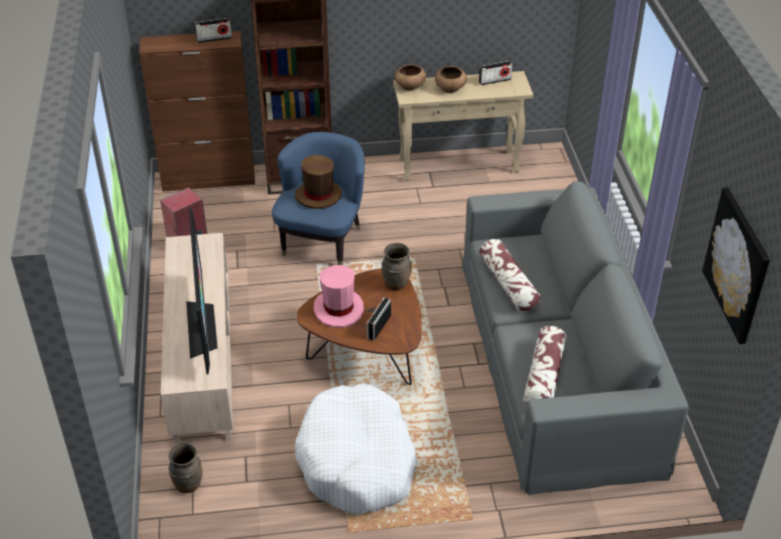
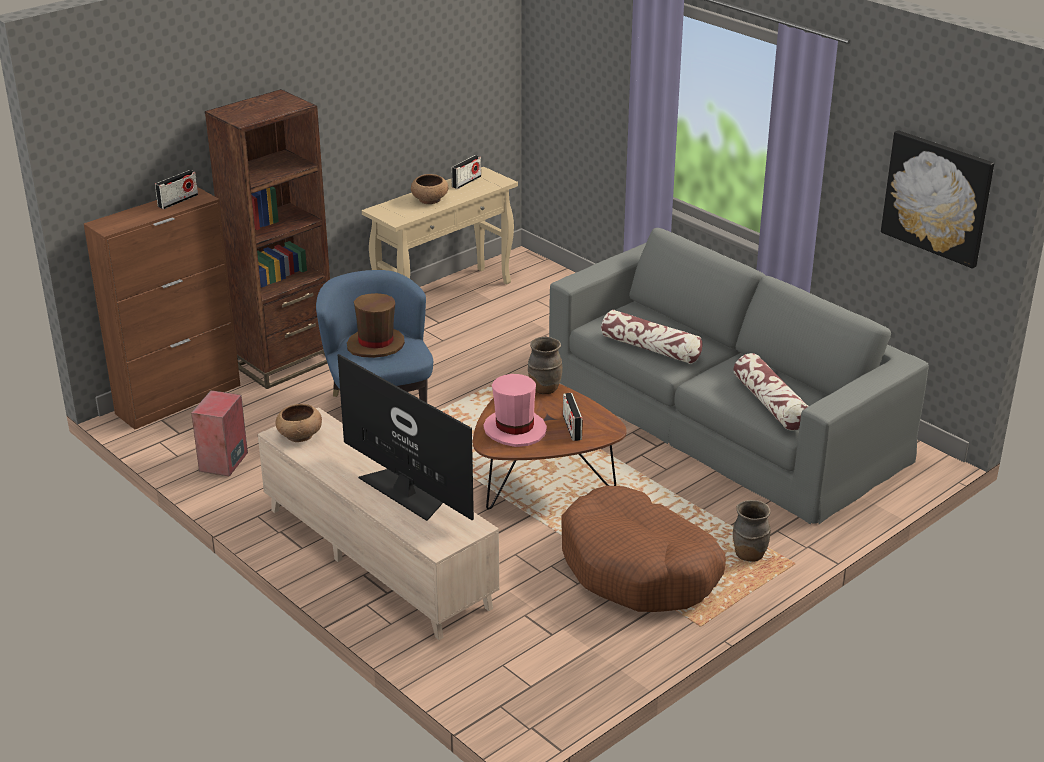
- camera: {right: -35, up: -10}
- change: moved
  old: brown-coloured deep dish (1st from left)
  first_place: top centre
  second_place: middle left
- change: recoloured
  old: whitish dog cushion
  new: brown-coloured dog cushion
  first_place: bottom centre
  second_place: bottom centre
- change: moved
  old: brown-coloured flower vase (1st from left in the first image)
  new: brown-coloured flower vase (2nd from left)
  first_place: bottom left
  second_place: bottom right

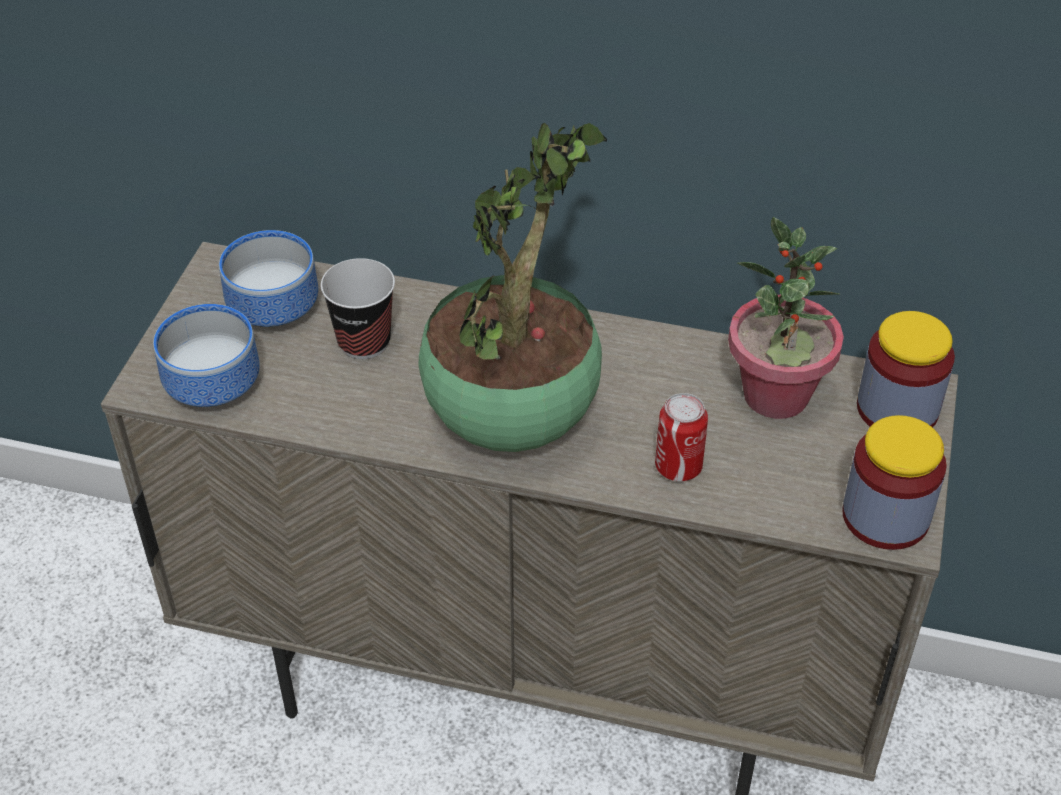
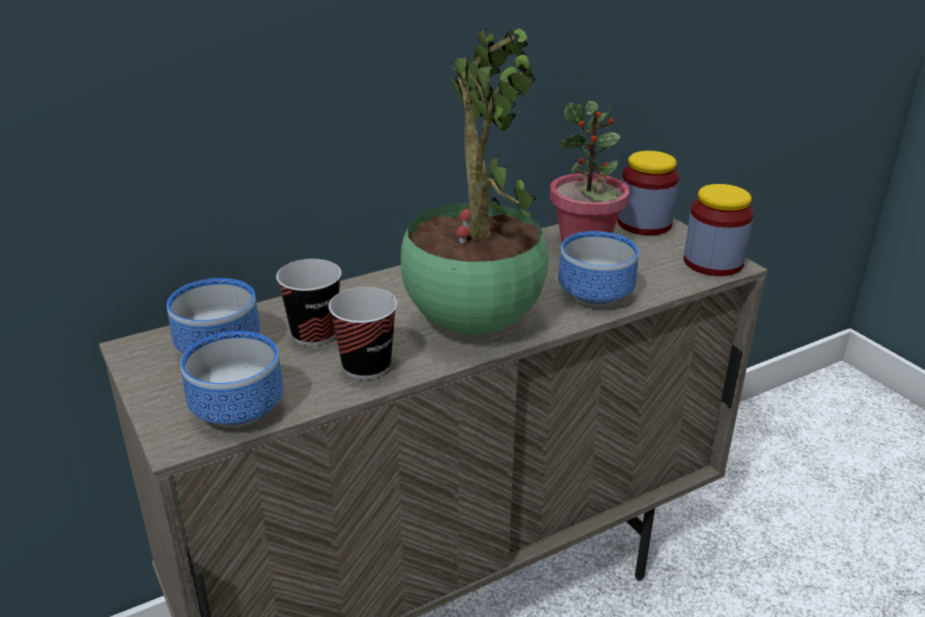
- camera: {right: -45, up: -15}
- change: added
  new: cup (2nd from left)
  second_place: centre
- change: replaced
  old: can
  new: deep dish (3rd from left)
  first_place: centre
  second_place: centre

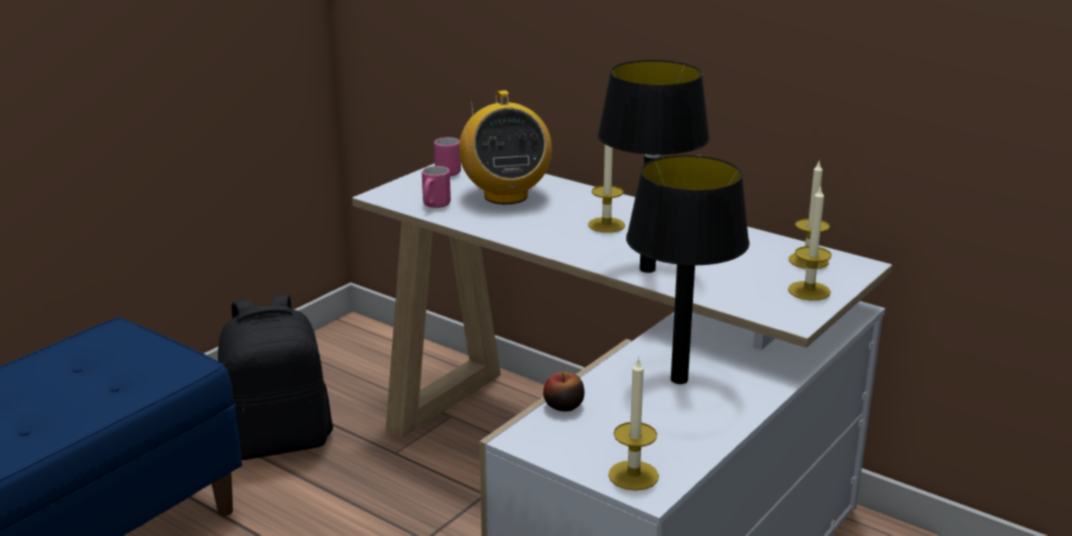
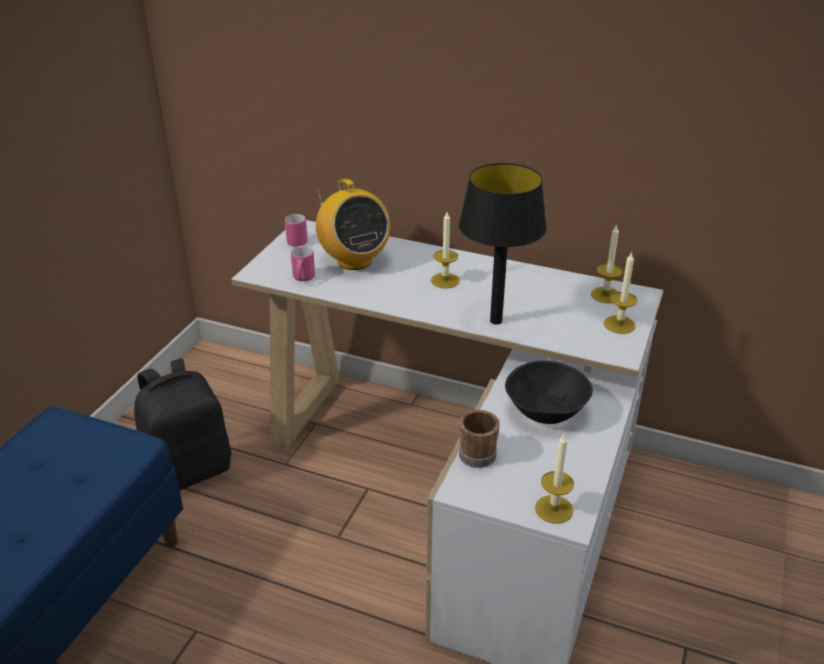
- camera: {right: -15, up: 10}
- change: replaced
  old: apple fruit
  new: brown-coloured tea mug
  first_place: bottom centre
  second_place: centre
- change: replaced
  old: blackish table lamp (2nd from left)
  new: blackish deep dish
  first_place: centre
  second_place: centre

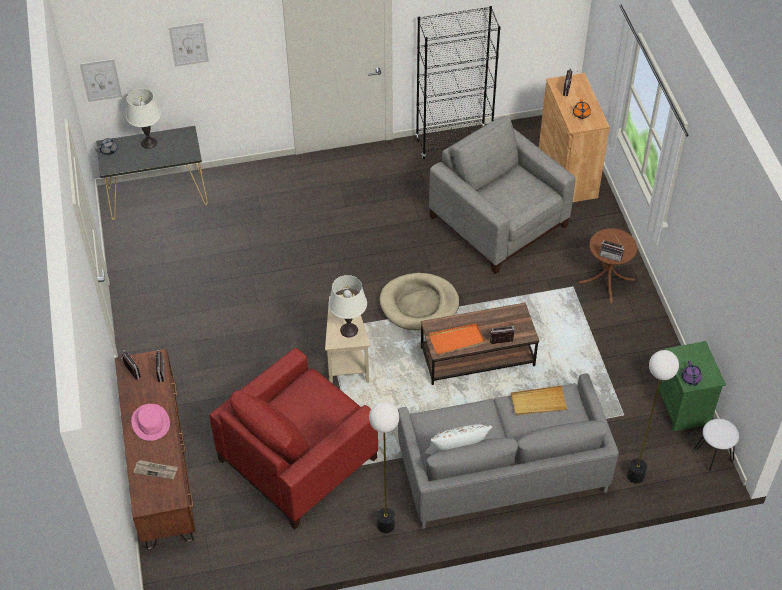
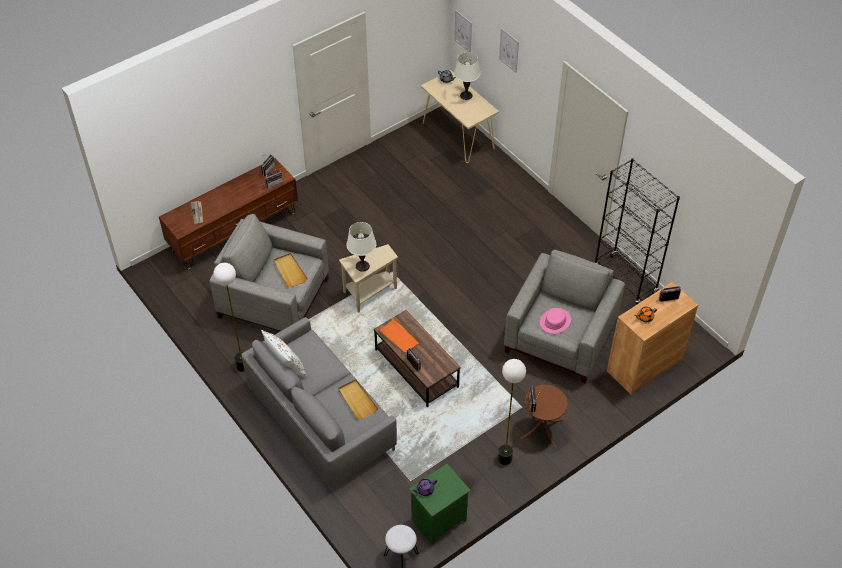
- camera: {right: 65, up: 0}
- change: recoloured
  old: red armchair
  new: gray armchair (1st from left)
  first_place: bottom centre
  second_place: middle left
- change: added
  new: sand-coloured serving tray (1st from left)
  second_place: centre
- change: recoloured
  old: blackish hall table
  new: sand-coloured hall table
  first_place: top left
  second_place: top centre
- change: moved
  old: standard lamp (2nd from left)
  first_place: bottom right
  second_place: bottom centre
- change: moved
  old: pink-coloured clothing hat
  first_place: bottom left
  second_place: centre
- change: removed
  old: sand-coloured dog cushion
  first_place: centre

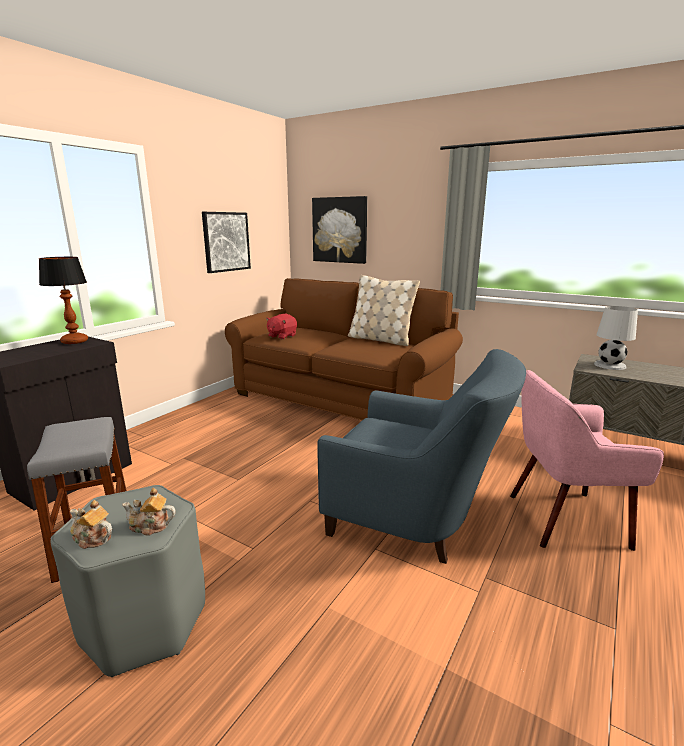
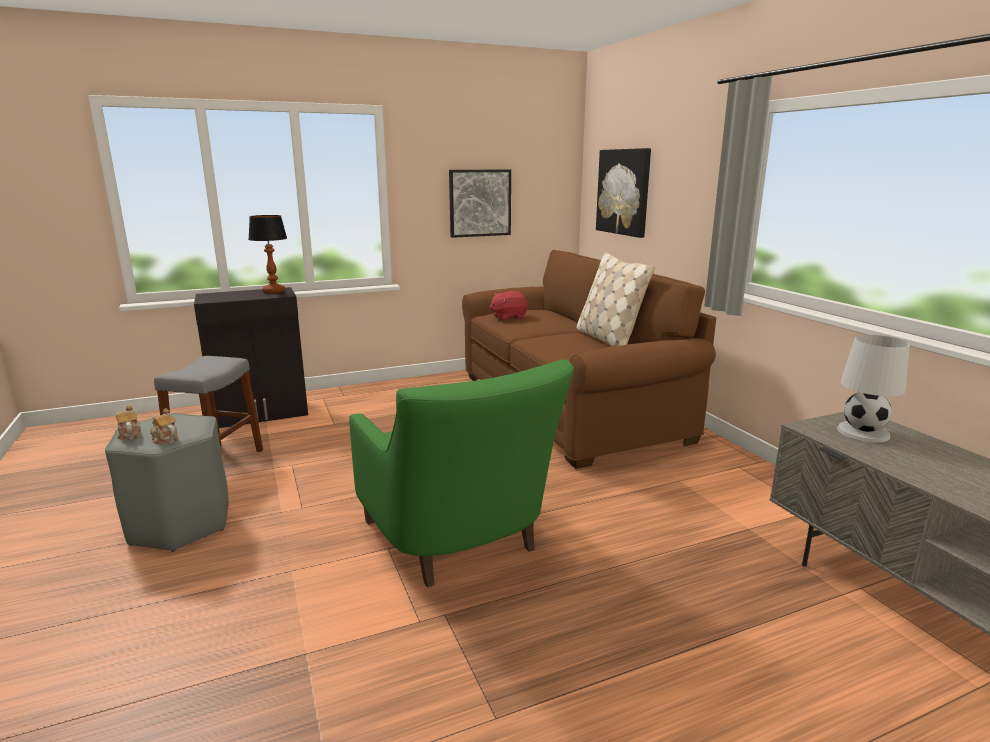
- camera: {right: 35, up: 0}
- change: recoloured
  old: blue armchair
  new: green armchair
  first_place: centre
  second_place: centre
- change: removed
  old: pink-coloured armchair
  first_place: middle right

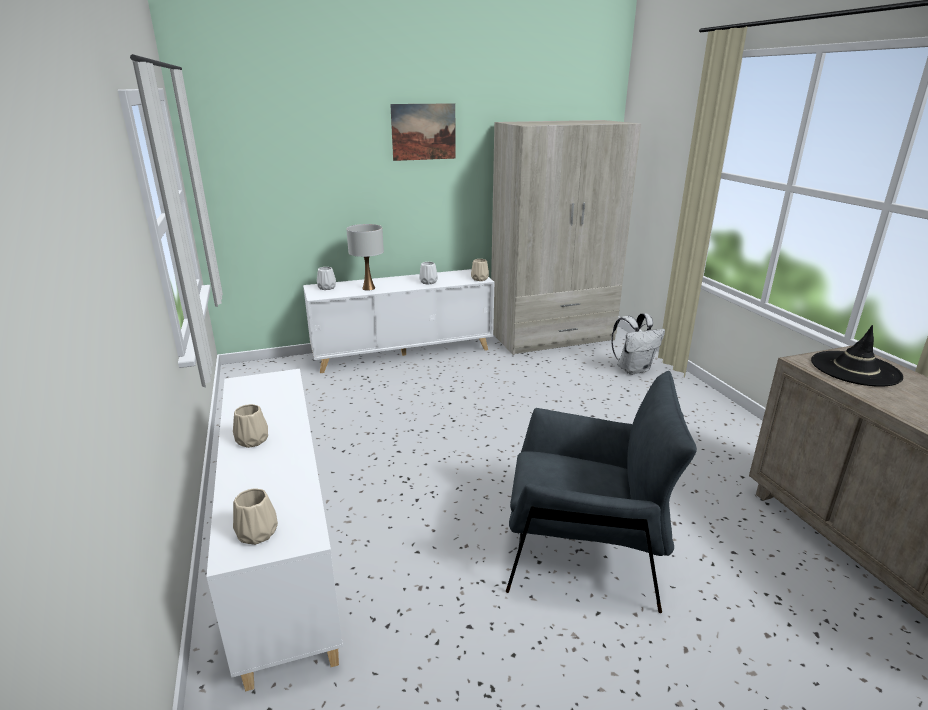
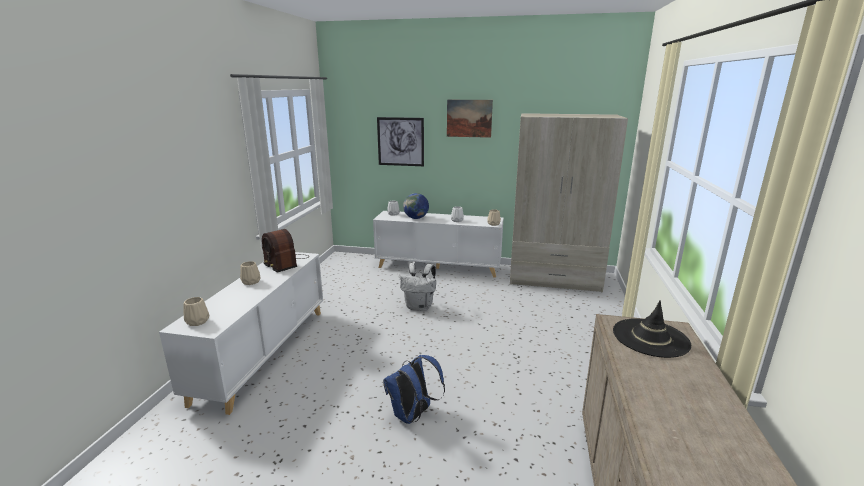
- camera: {right: 30, up: -5}
- change: added
  new: radio receiver
  second_place: middle left
- change: added
  new: wall picture (1st from left)
  second_place: top centre
- change: replaced
  old: gray armchair
  new: blue backpack
  first_place: bottom centre
  second_place: bottom centre
- change: moved
  old: whitish backpack
  first_place: middle right
  second_place: centre
- change: replaced
  old: whitish table lamp
  new: globe
  first_place: centre
  second_place: centre

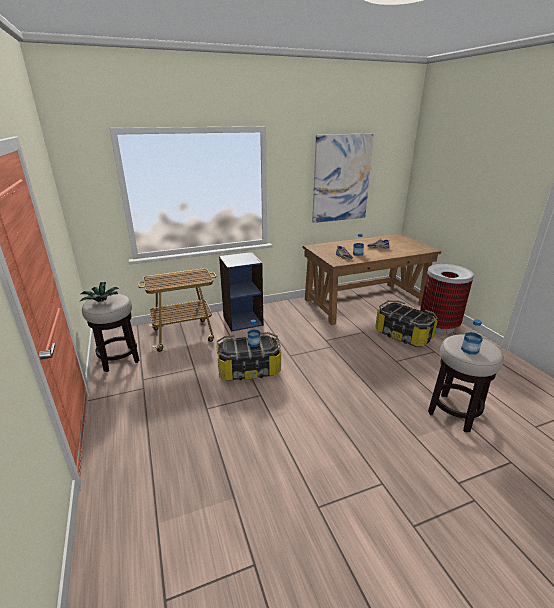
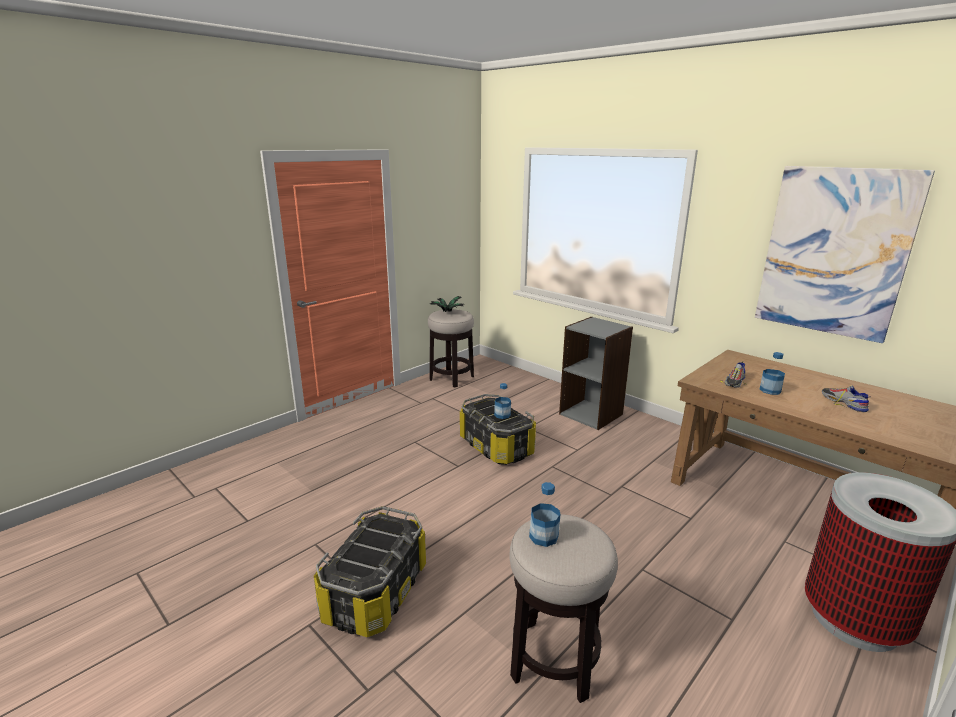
- camera: {right: 65, up: -5}
- change: moved
  old: storage bin (2nd from left in the first image)
  new: storage bin (1st from left)
  first_place: middle right
  second_place: bottom centre
- change: recoloured
  old: blue shelving unit
  new: gray shelving unit
  first_place: centre
  second_place: centre
- change: removed
  old: trolley
  first_place: middle left

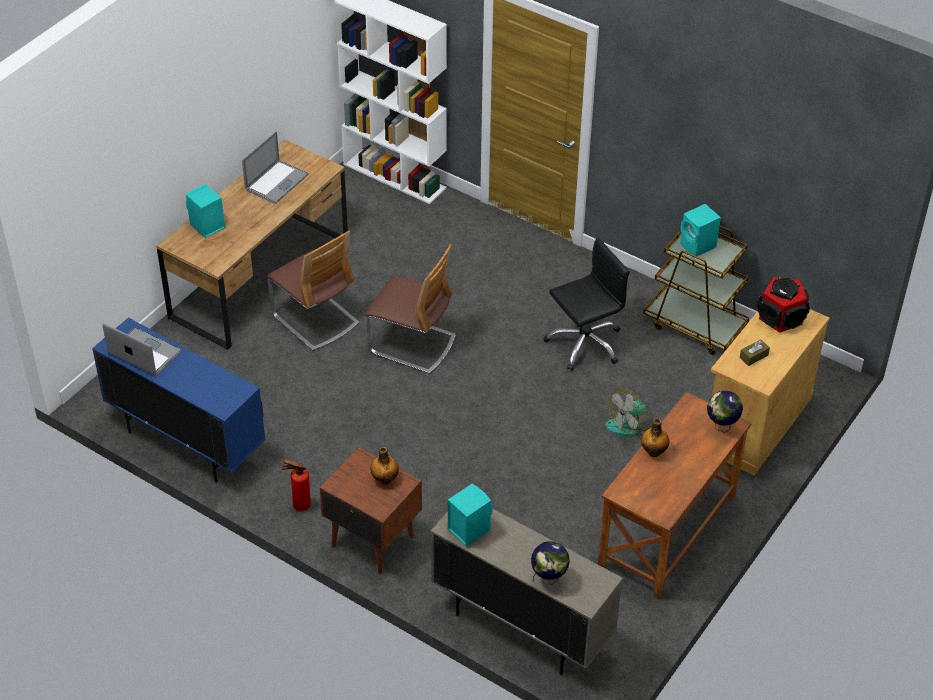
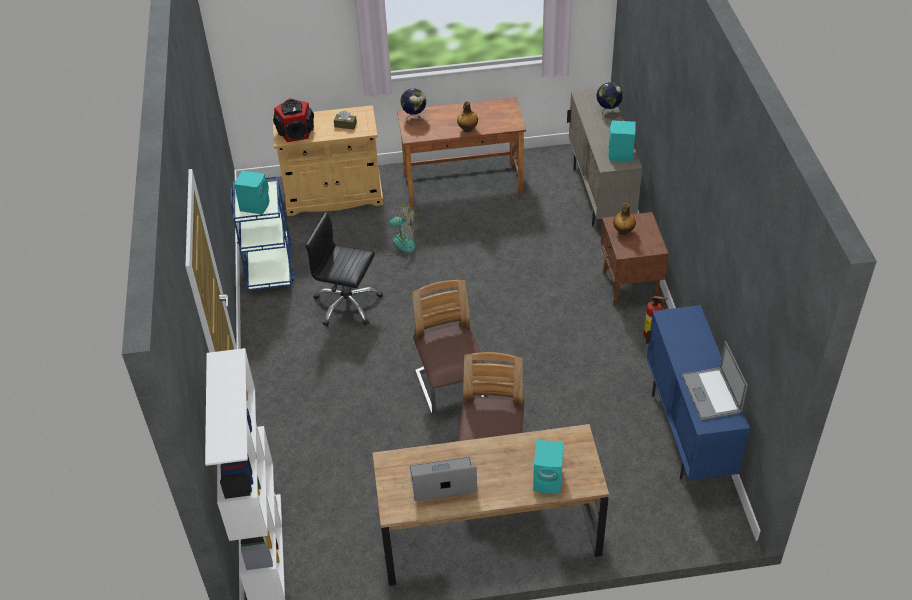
- camera: {right: -130, up: 0}
- change: recoloured
  old: brown-coloured trolley
  new: blue trolley
  first_place: middle right
  second_place: middle left

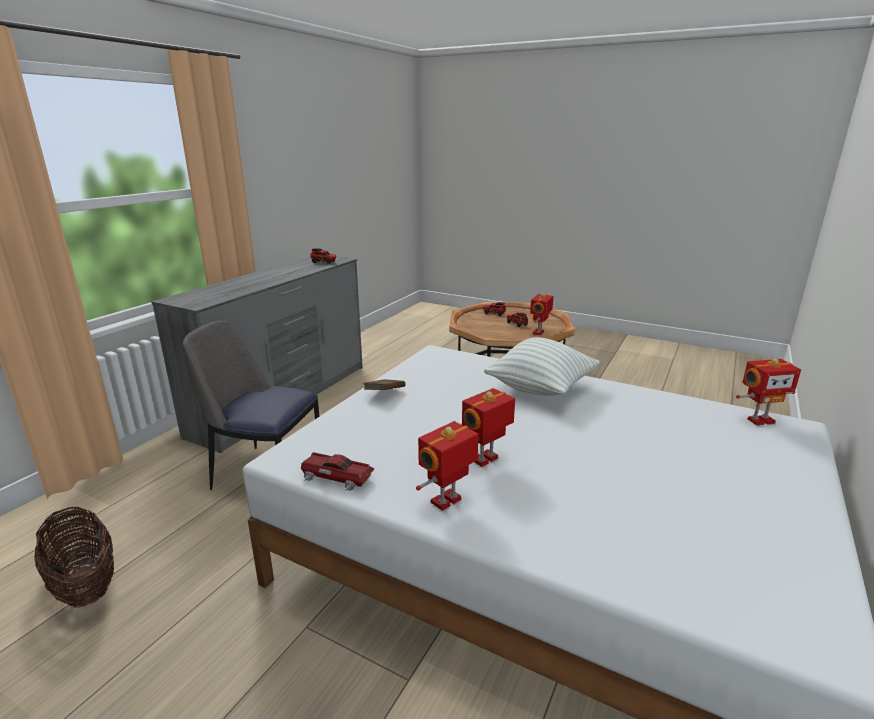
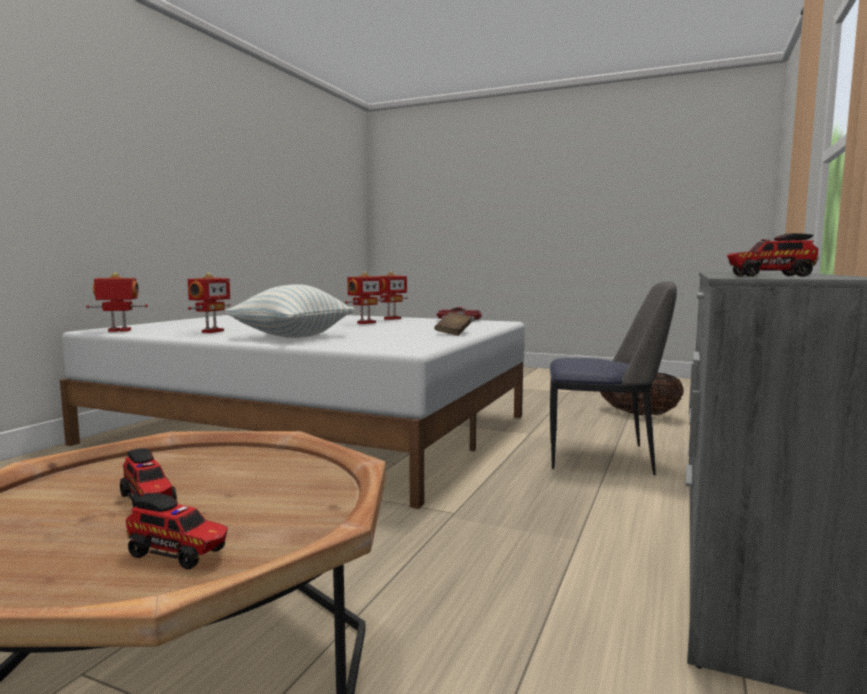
- camera: {right: 175, up: -15}
- change: moved
  old: model robot (3rd from left in the first image)
  new: model robot (2nd from left)
  first_place: centre
  second_place: middle left

